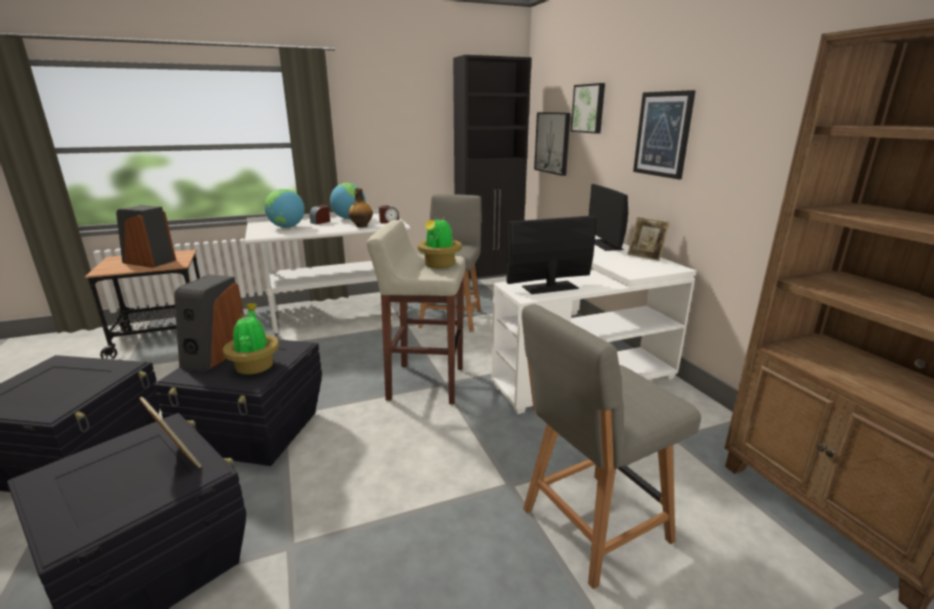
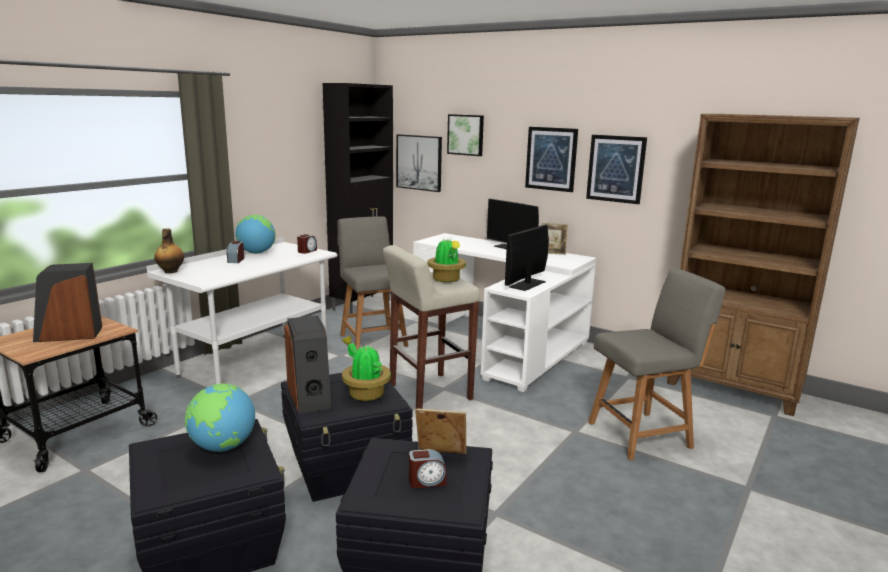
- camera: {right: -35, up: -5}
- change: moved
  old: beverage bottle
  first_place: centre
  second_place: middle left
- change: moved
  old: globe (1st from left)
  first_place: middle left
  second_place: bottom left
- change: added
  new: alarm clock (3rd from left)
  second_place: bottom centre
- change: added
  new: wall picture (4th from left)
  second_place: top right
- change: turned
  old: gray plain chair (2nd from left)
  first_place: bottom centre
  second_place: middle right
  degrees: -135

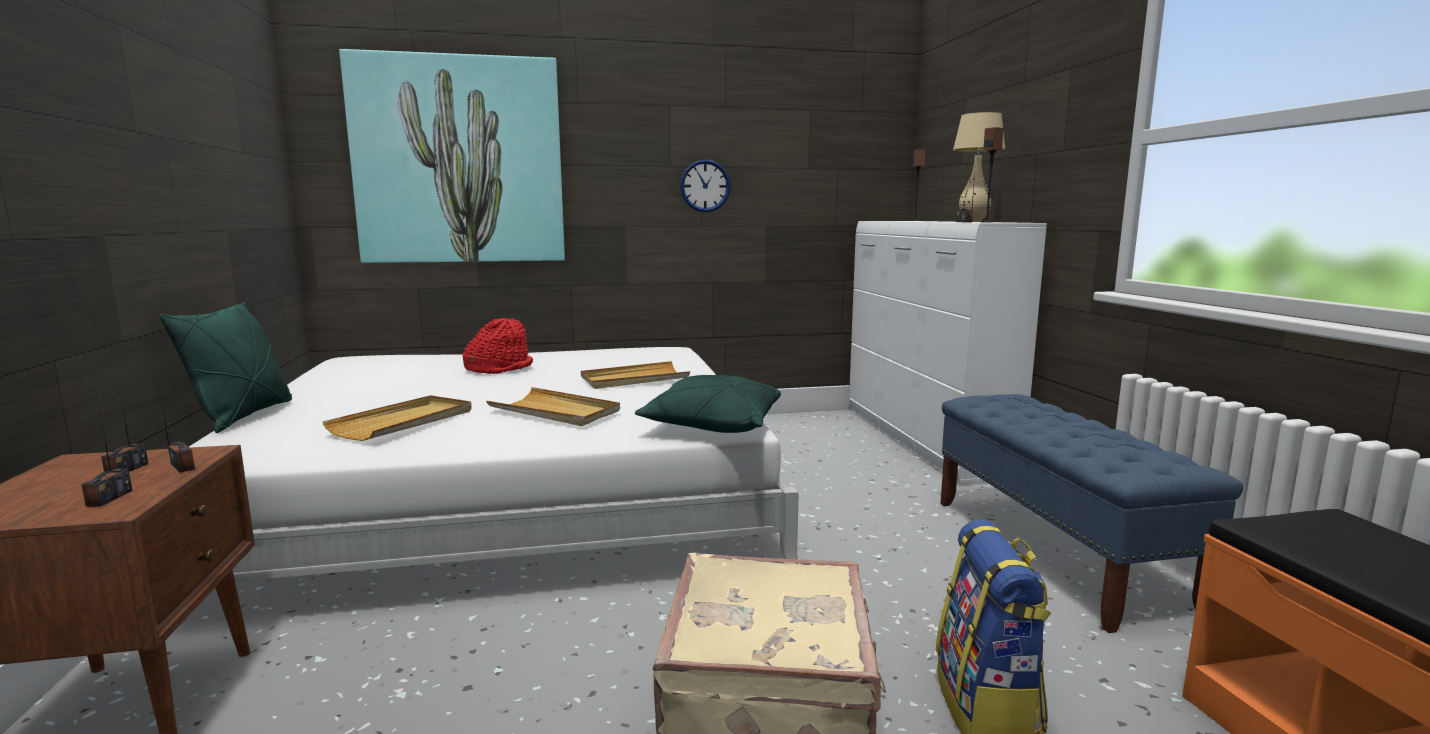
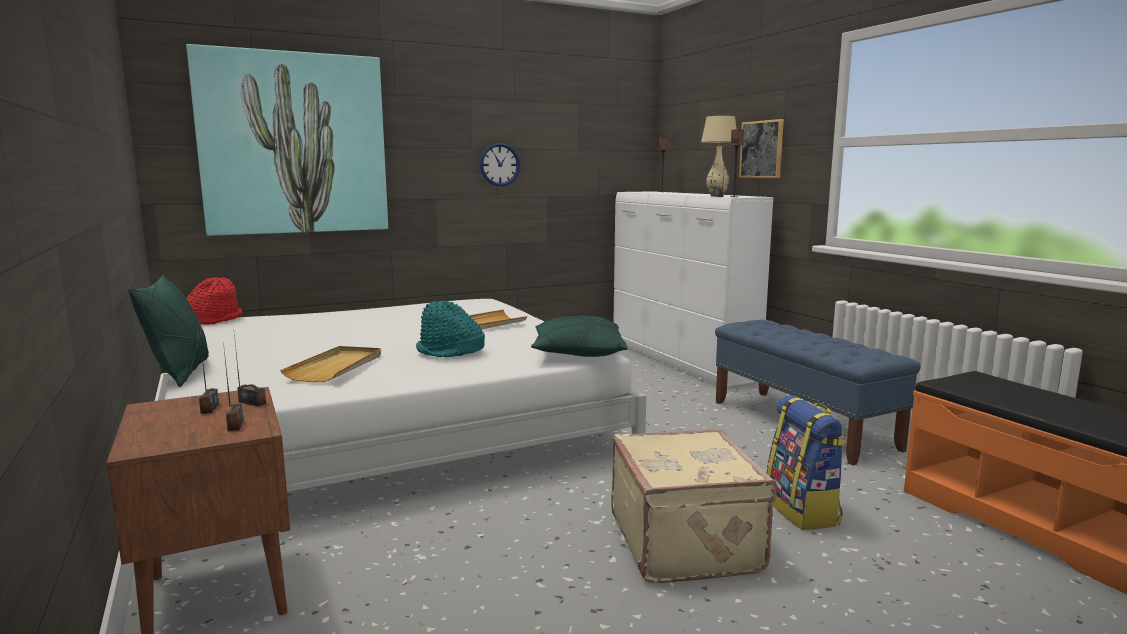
- camera: {right: -15, up: 0}
- change: moved
  old: red clothing hat
  first_place: centre
  second_place: middle left
- change: replaced
  old: sand-coloured serving tray (2nd from left)
  new: turquoise-coloured clothing hat
  first_place: centre
  second_place: centre
- change: added
  new: wall picture (2nd from left)
  second_place: top right

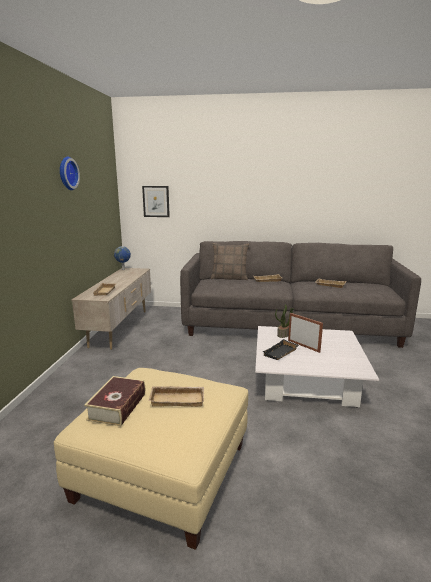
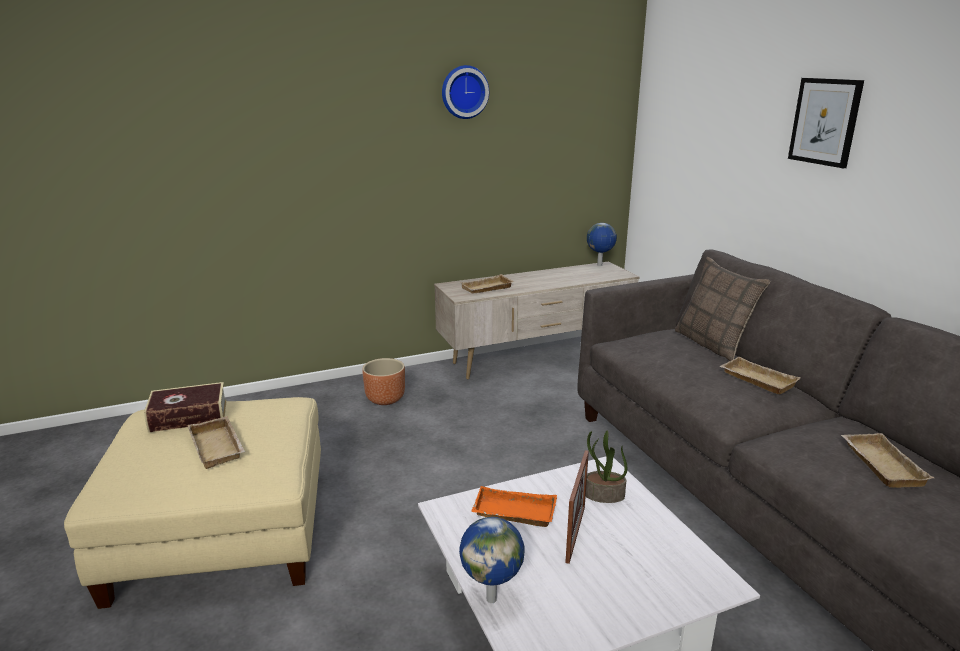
- camera: {right: 60, up: 5}
- change: added
  new: brown-coloured flower pot
  second_place: centre
- change: added
  new: globe (1st from left)
  second_place: bottom centre
- change: recoloured
  old: blackish serving tray
  new: orange-coloured serving tray
  first_place: centre
  second_place: bottom centre
- change: moved
  old: wall picture
  first_place: centre
  second_place: top right

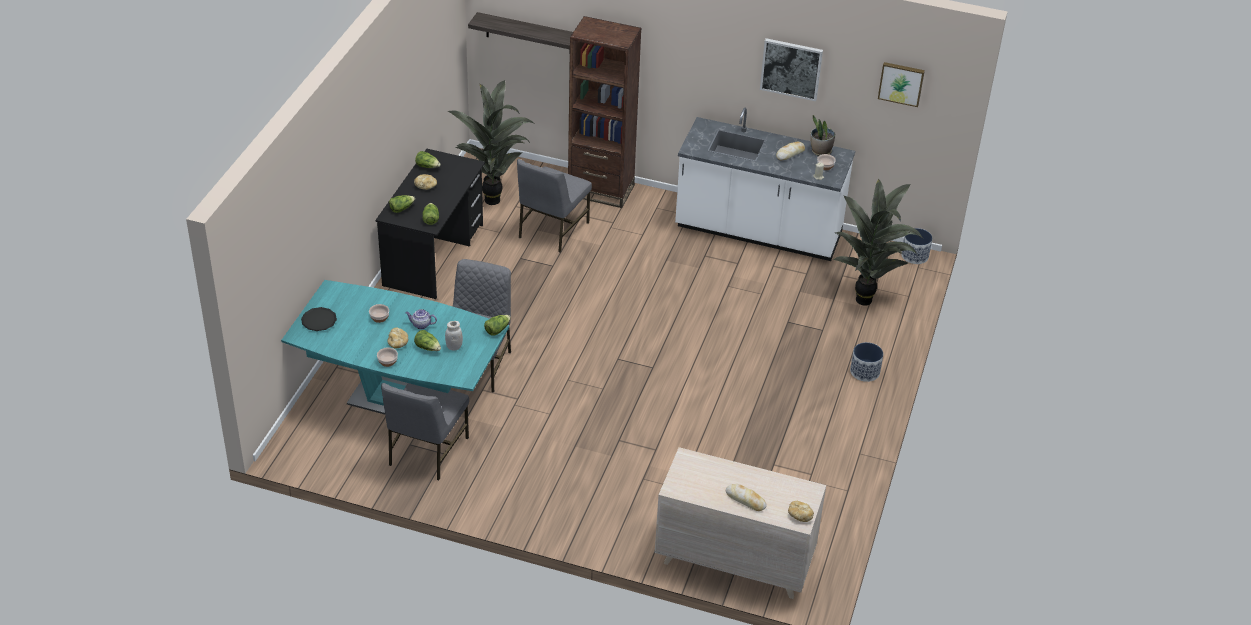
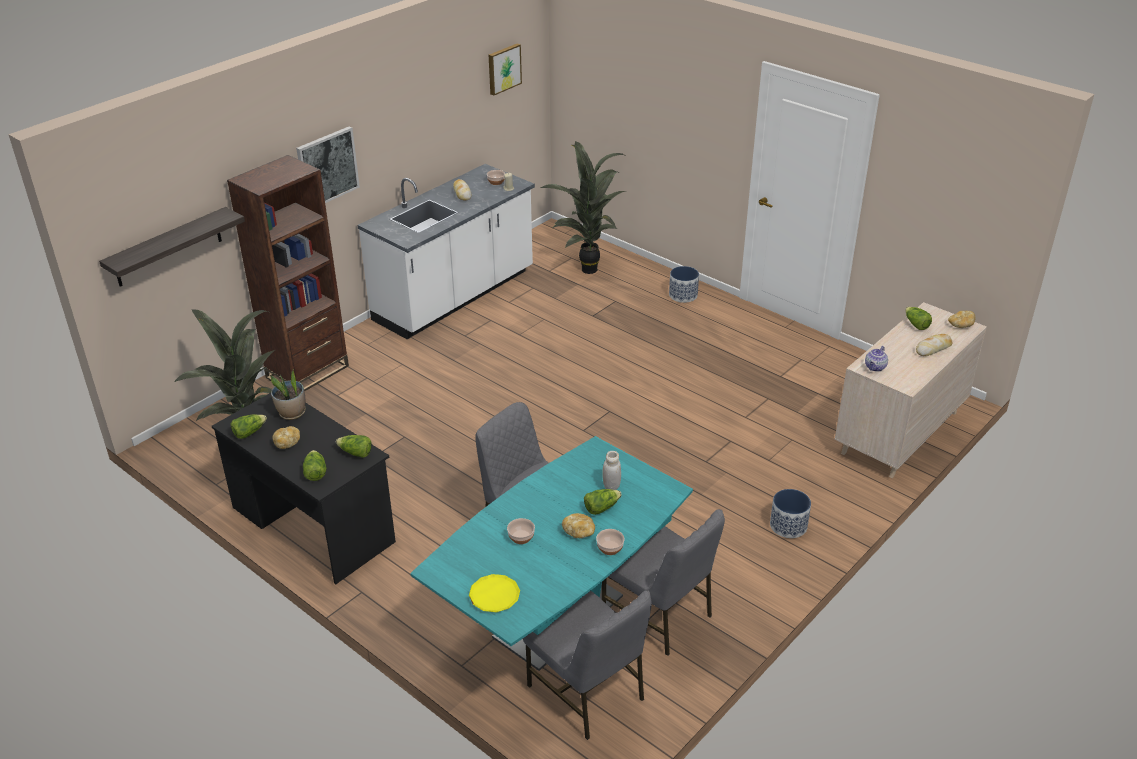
- camera: {right: -65, up: -5}
- change: moved
  old: potted plant (2nd from left)
  first_place: top centre
  second_place: middle left
- change: moved
  old: wall picture (1st from left)
  first_place: top centre
  second_place: top left
- change: recoloured
  old: blackish dinner plate
  new: yellowish dinner plate
  first_place: middle left
  second_place: bottom centre
- change: moved
  old: gray plain chair (3rd from left in the first image)
  new: gray plain chair (2nd from left)
  first_place: top centre
  second_place: bottom centre
- change: moved
  old: flower pot (2nd from left)
  first_place: middle right
  second_place: bottom right
- change: moved
  old: tea pot
  first_place: centre
  second_place: middle right
- change: moved
  old: lettuce head (5th from left)
  first_place: centre
  second_place: middle right

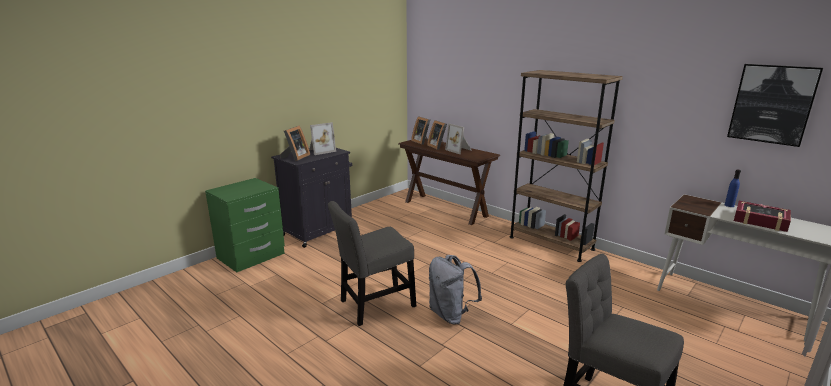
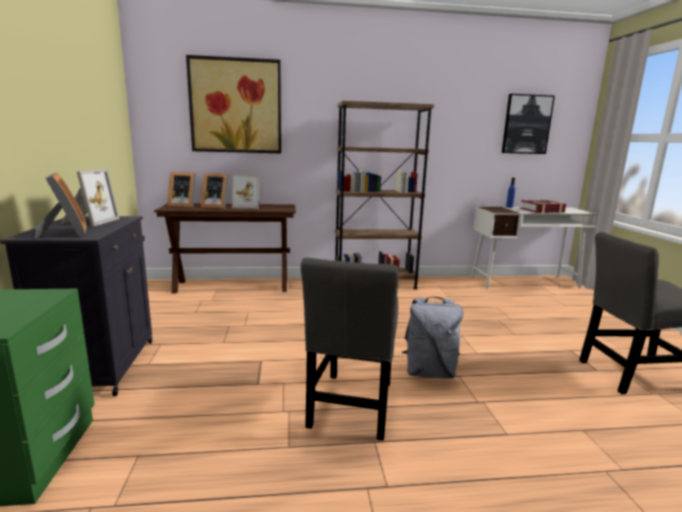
- camera: {right: -50, up: -5}
- change: added
  new: wall picture (1st from left)
  second_place: top centre

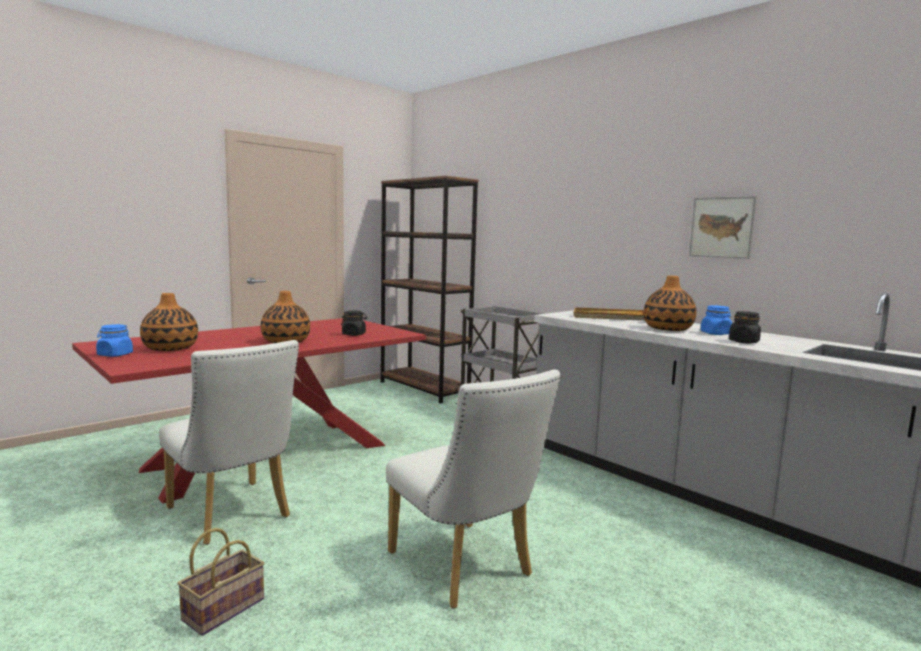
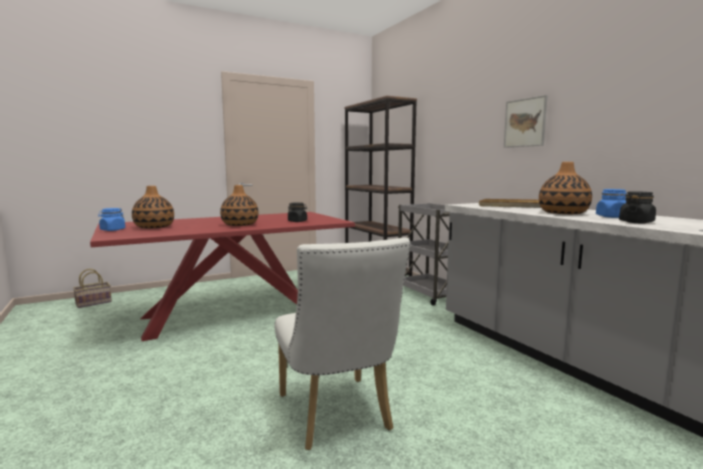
- camera: {right: 15, up: 0}
- change: moved
  old: storage basket
  first_place: bottom left
  second_place: middle left
- change: moved
  old: wall picture
  first_place: middle right
  second_place: top right
- change: removed
  old: whitish plain chair (1st from left)
  first_place: bottom left

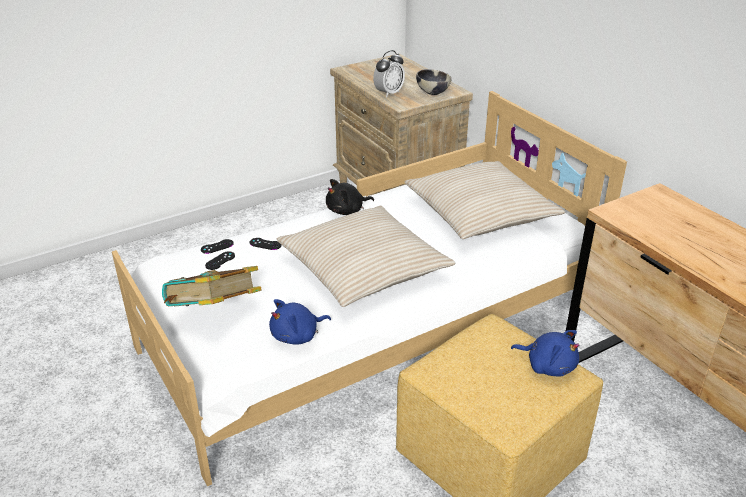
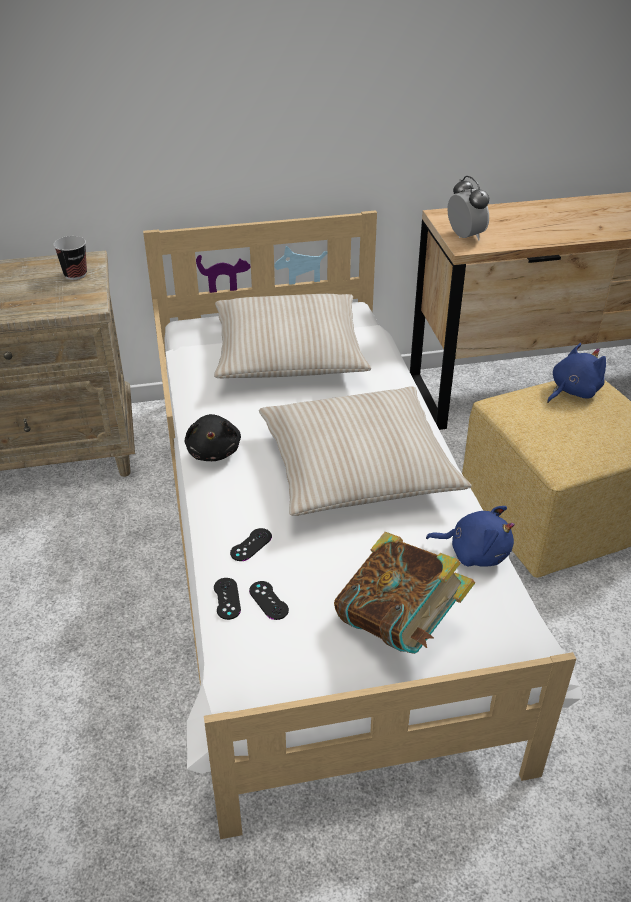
- camera: {right: -70, up: 5}
- change: replaced
  old: deep dish
  new: cup
  first_place: top centre
  second_place: top left
- change: turned
  old: blue soft toy (1st from left)
  first_place: centre
  second_place: middle right
  degrees: -60
- change: moved
  old: alarm clock
  first_place: top centre
  second_place: top right

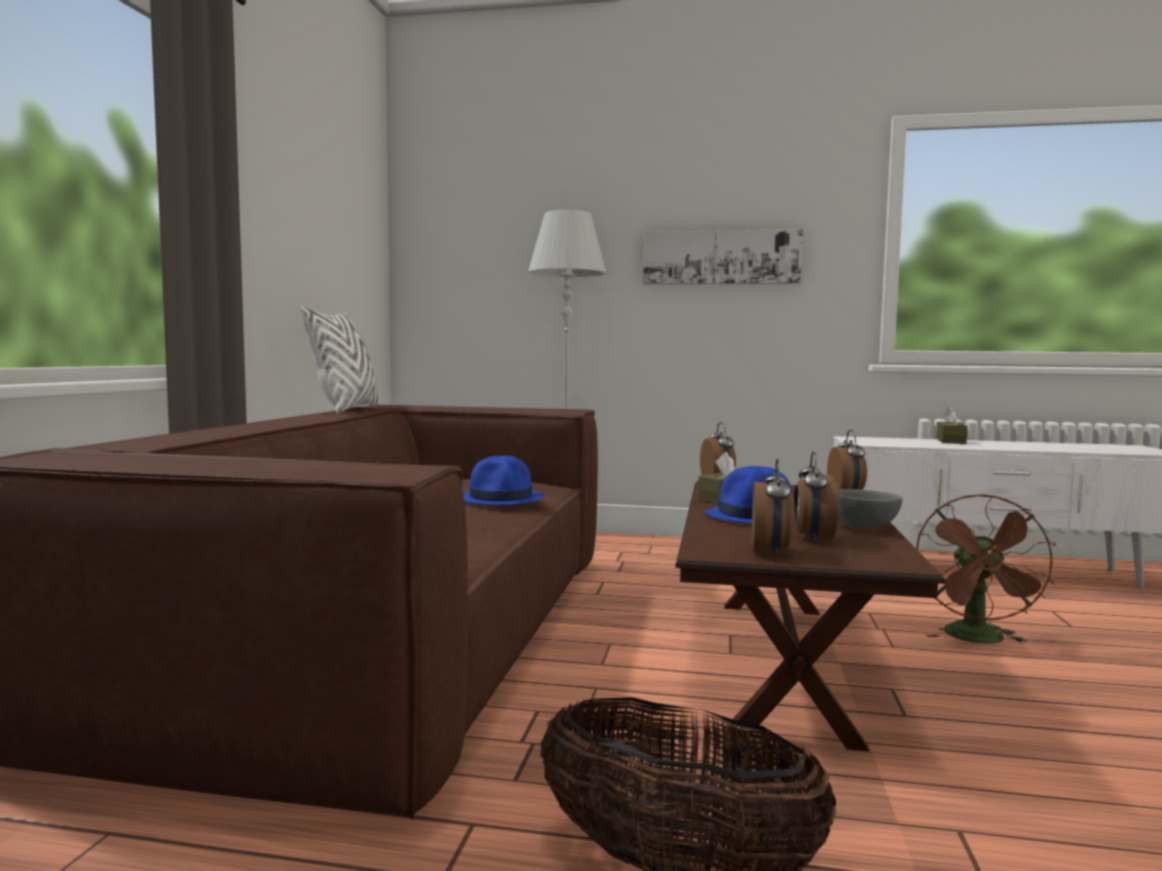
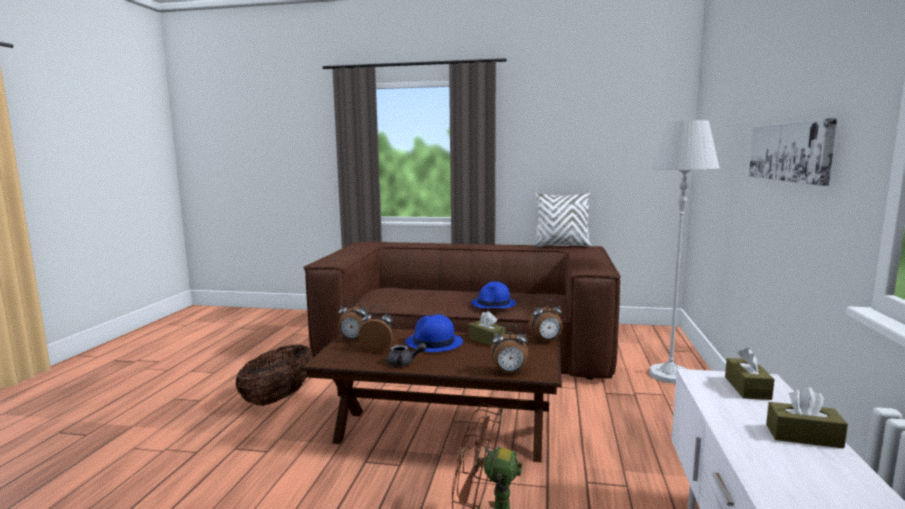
- camera: {right: 90, up: 5}
- change: replaced
  old: gray deep dish
  new: gray tea pot
  first_place: middle right
  second_place: bottom centre
- change: added
  new: brown-coloured tissue holder (2nd from left)
  second_place: bottom right

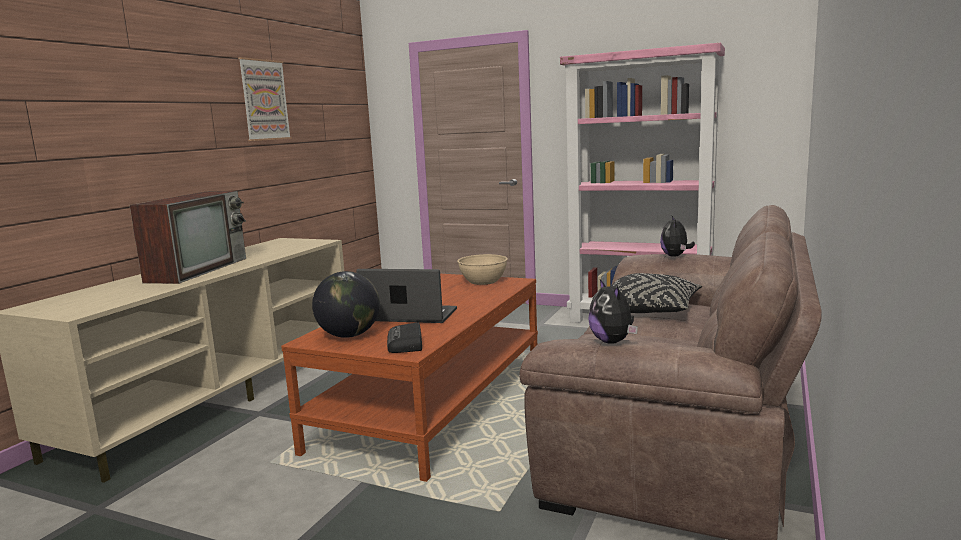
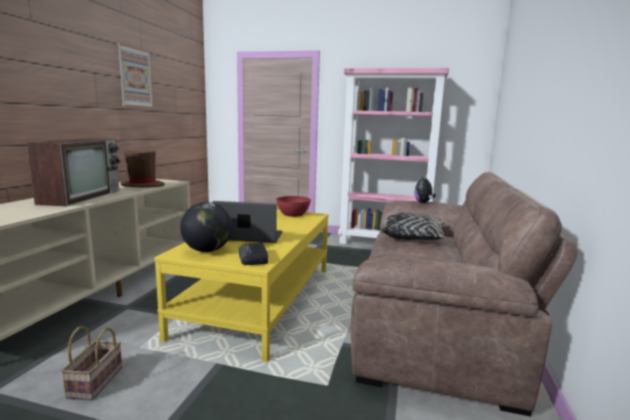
- camera: {right: -10, up: 0}
- change: added
  new: storage basket
  second_place: bottom left
- change: added
  new: brown-coloured clothing hat
  second_place: middle left
- change: recoloured
  old: brown-coloured low table
  new: yellowish low table
  first_place: bottom centre
  second_place: bottom centre
- change: recoloured
  old: sand-coloured deep dish
  new: red deep dish
  first_place: centre
  second_place: centre
- change: removed
  old: soft toy (1st from left)
  first_place: centre

